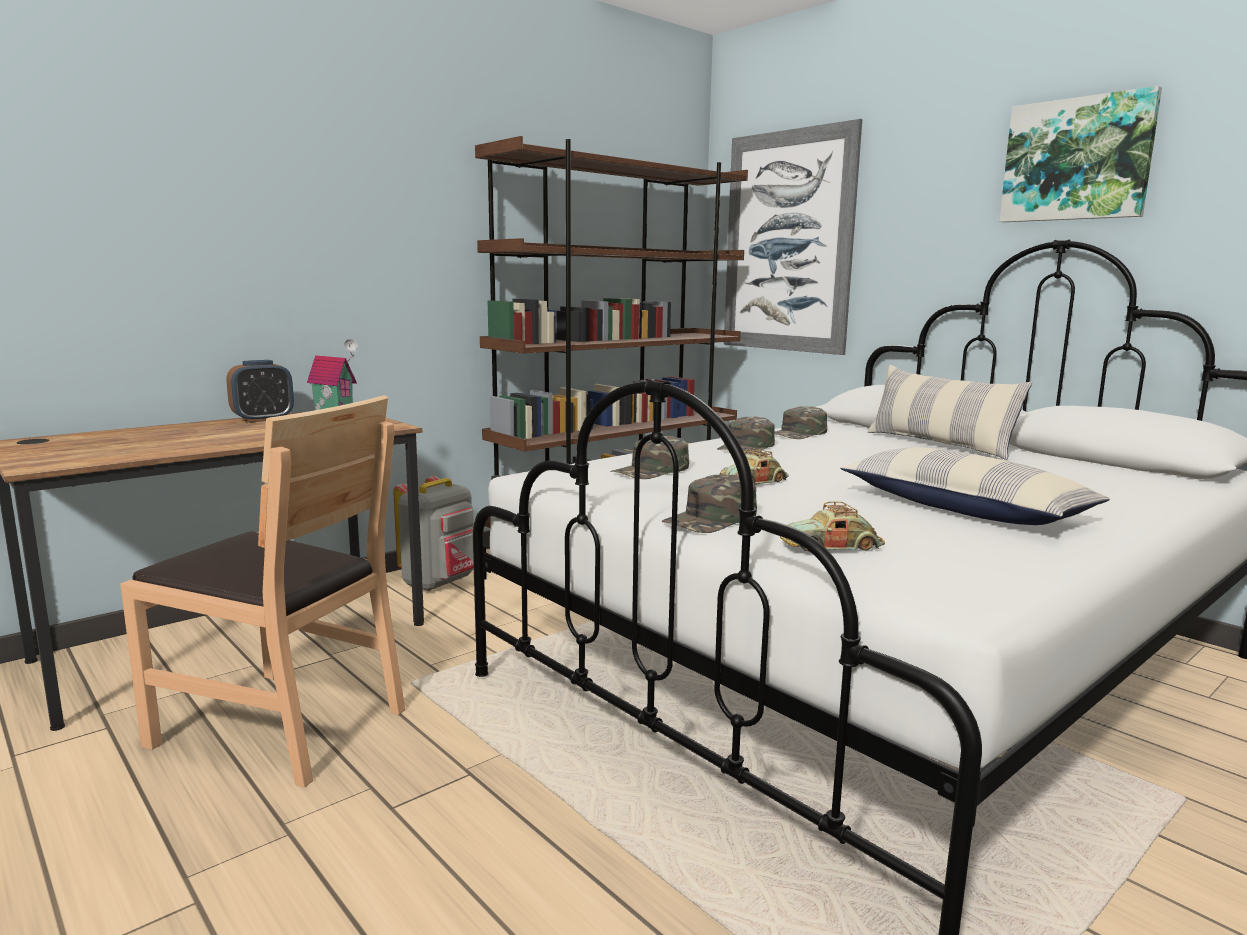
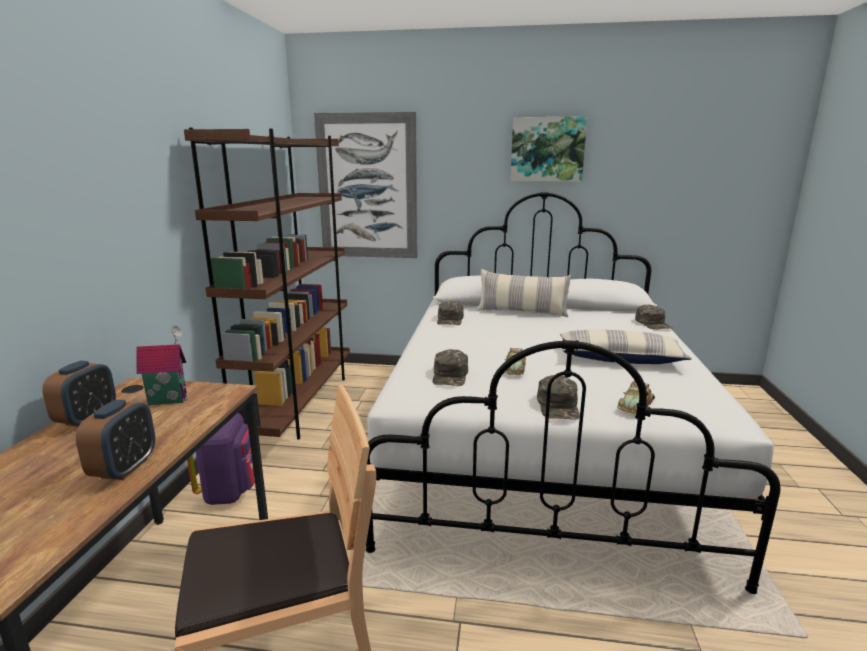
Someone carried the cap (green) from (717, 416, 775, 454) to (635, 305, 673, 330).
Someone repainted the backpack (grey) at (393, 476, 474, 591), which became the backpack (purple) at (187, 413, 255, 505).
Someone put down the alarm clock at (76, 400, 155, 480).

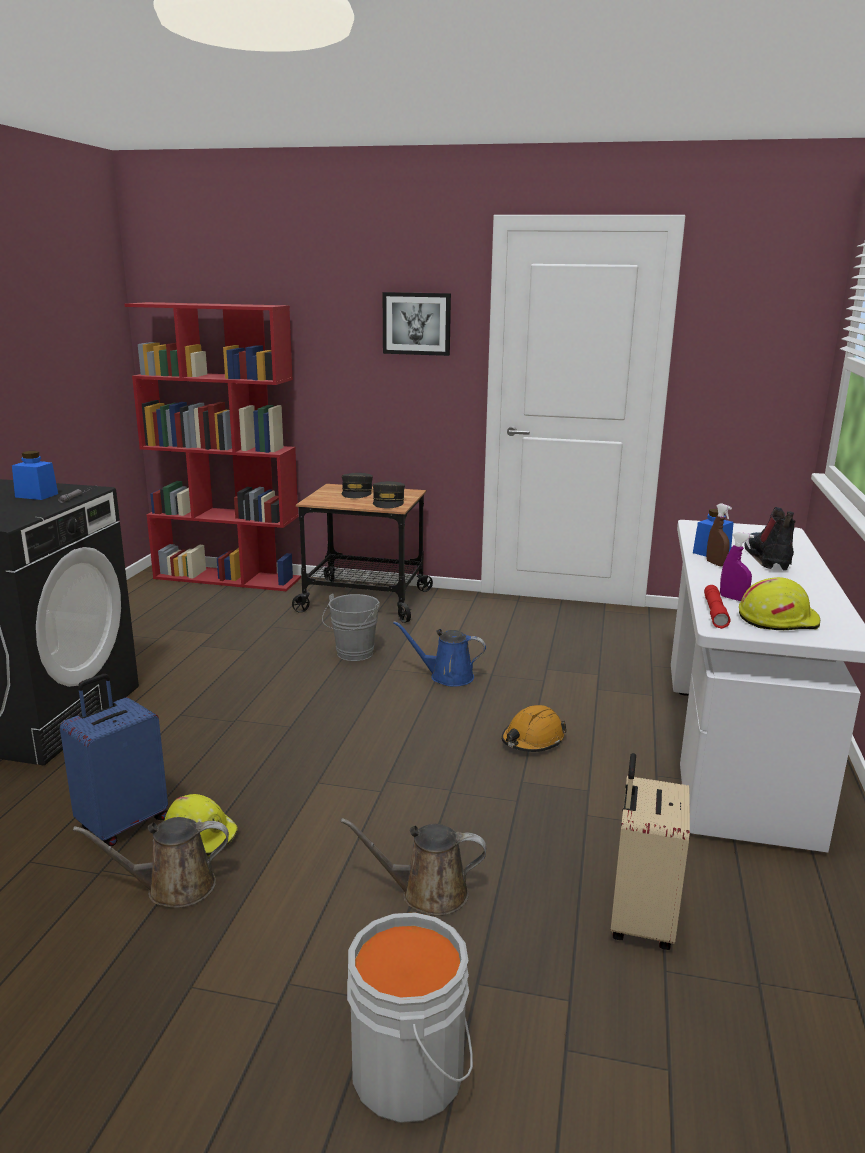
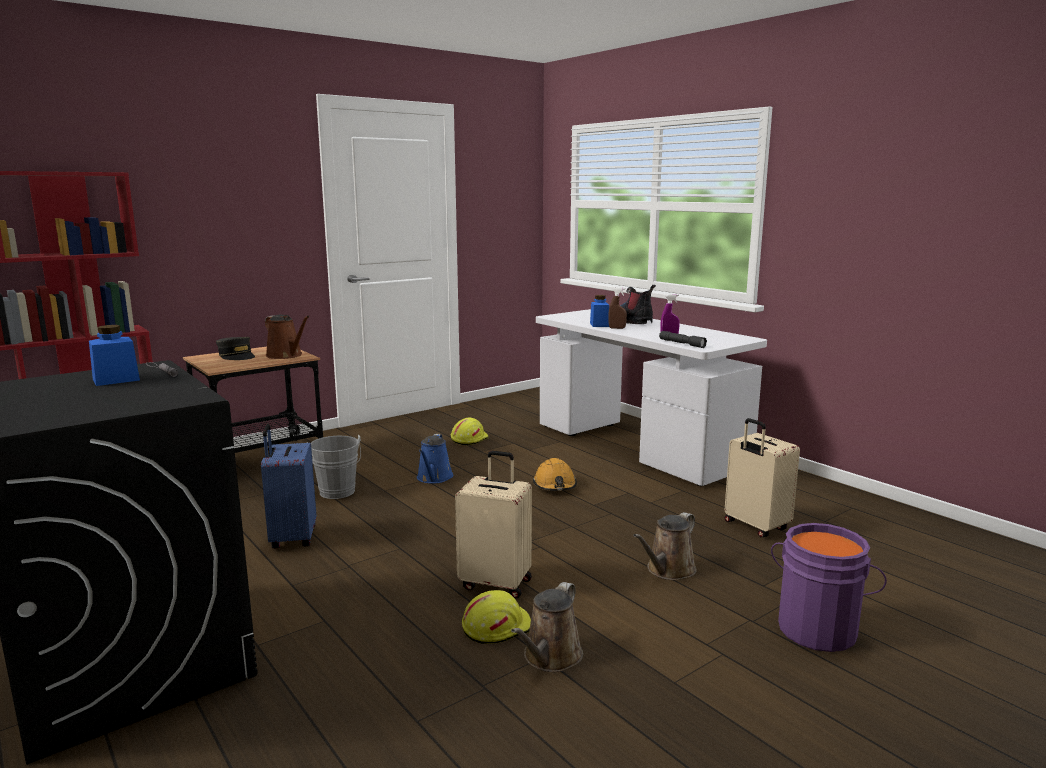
Someone took away the picture at (383, 292, 451, 356).
Someone swapped the cap (grey) at (373, 481, 405, 508) for the watering can (brown) at (265, 315, 310, 359).
Someone carried the hard hat (yellow) from (739, 577, 820, 630) to (451, 418, 489, 445).
Someone repainted the flashlight (red) at (704, 585, 731, 629), which became the flashlight (grey) at (659, 331, 707, 348).
Someone rotated the watering can (blue) at (393, 621, 486, 687) by 45 degrees counterclockwise.
Someone carried the suitcase (blue) from (60, 674, 168, 846) to (261, 424, 316, 549).
Someone repainted the bucket (grey) at (347, 912, 473, 1123), which became the bucket (purple) at (771, 523, 887, 652).
Someone put down the suitcase (beige) at (455, 451, 532, 598).

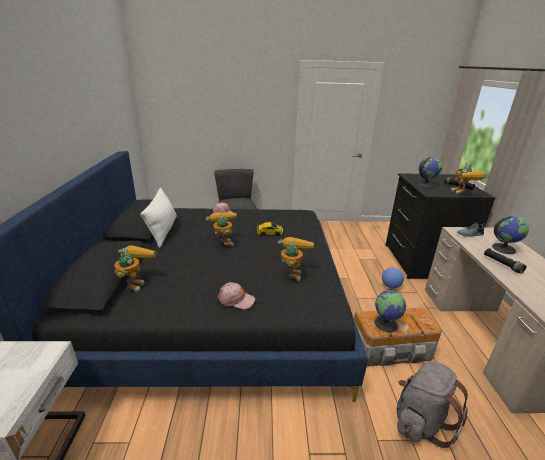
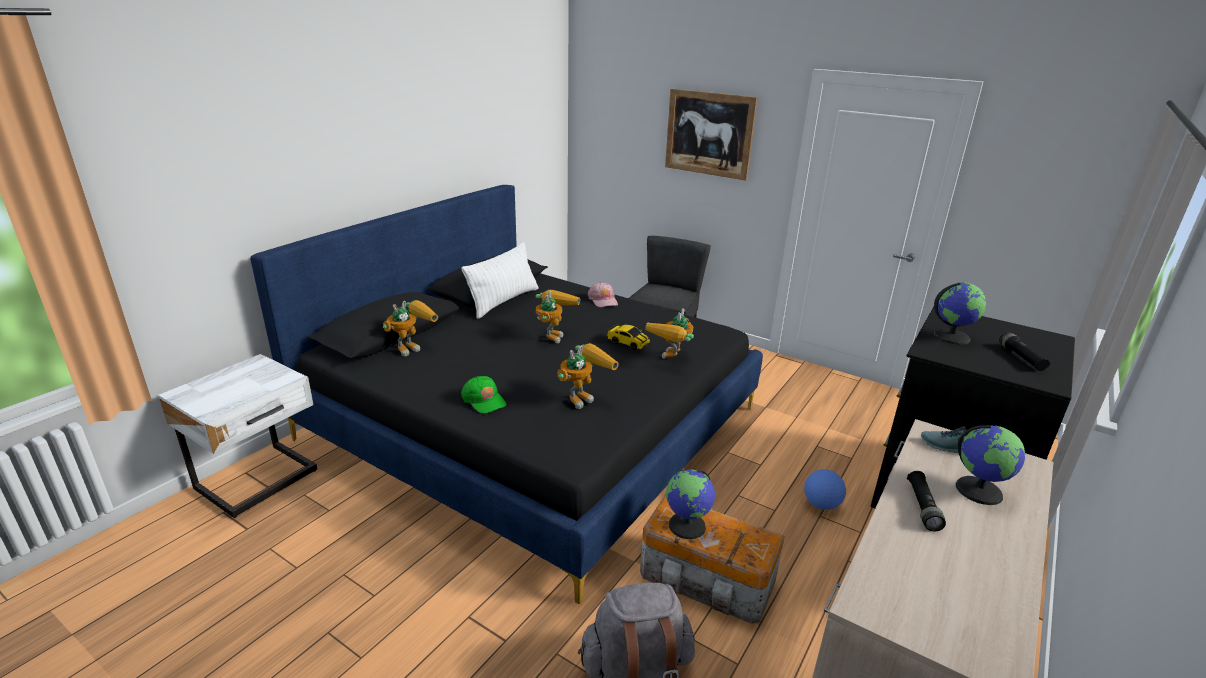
Someone carried the toy robot from (451, 162, 487, 194) to (645, 308, 694, 359).
Someone repainted the cap (pink) at (218, 282, 255, 309), which became the cap (green) at (461, 376, 506, 414).
Someone put up the picture at (665, 89, 758, 181).

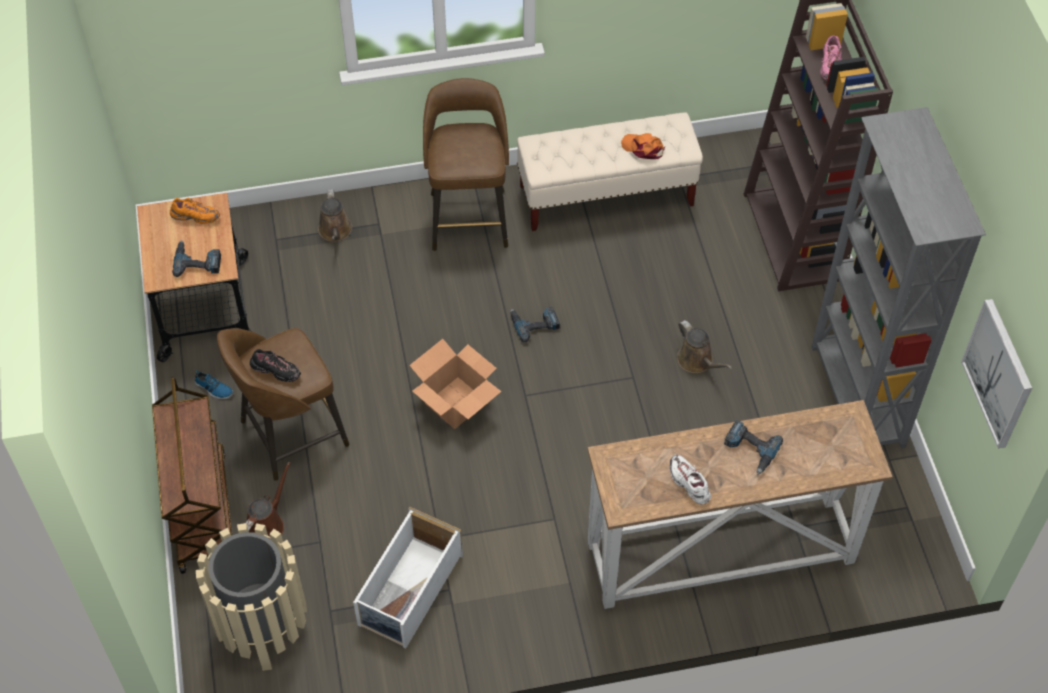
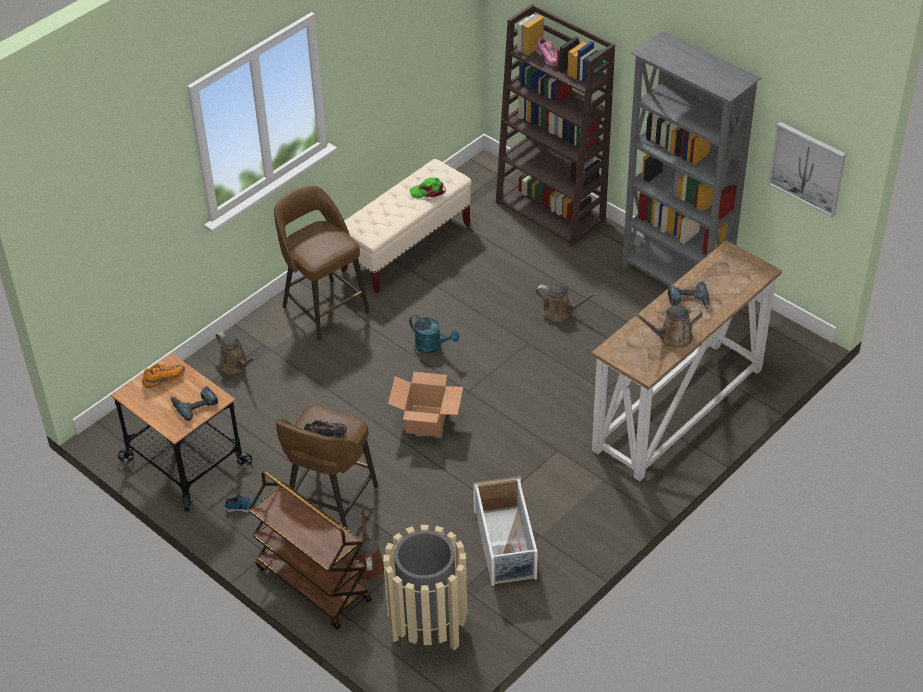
Someone repainted the cap (orange) at (621, 133, 665, 159), which became the cap (green) at (410, 177, 446, 199).
Someone swapped the power drill at (510, 307, 560, 343) for the watering can (turquoise) at (409, 315, 459, 354).
Someone swapped the shoe (white) at (670, 454, 711, 505) for the watering can (brown) at (633, 305, 703, 348).

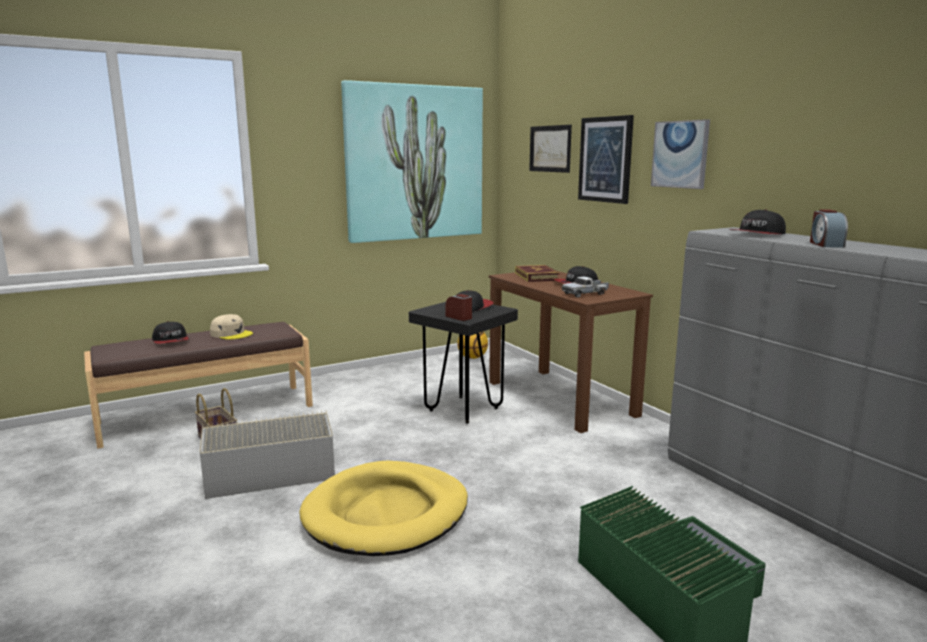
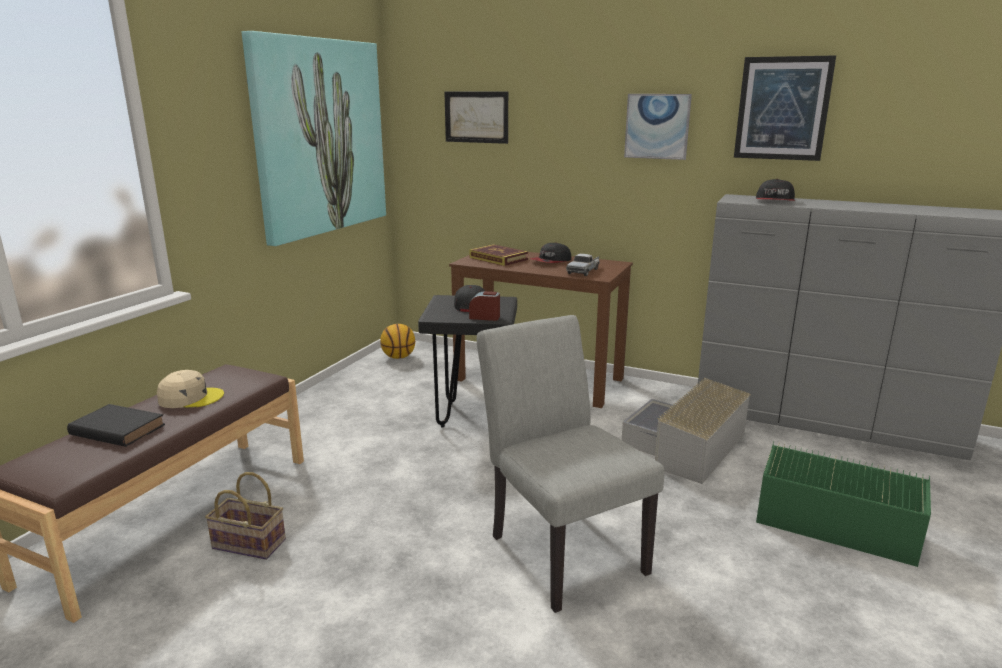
Someone carried the picture from (578, 115, 634, 204) to (734, 55, 836, 161).
Someone took away the alarm clock at (810, 209, 848, 248).
Someone swapped the cap at (152, 321, 189, 344) for the book (black) at (67, 404, 165, 447).
Someone carried the storage box (grey) from (200, 410, 335, 499) to (622, 378, 751, 484).
Someone swapped the dog bed (yellow) at (299, 461, 468, 556) for the chair (grey) at (477, 315, 664, 613).

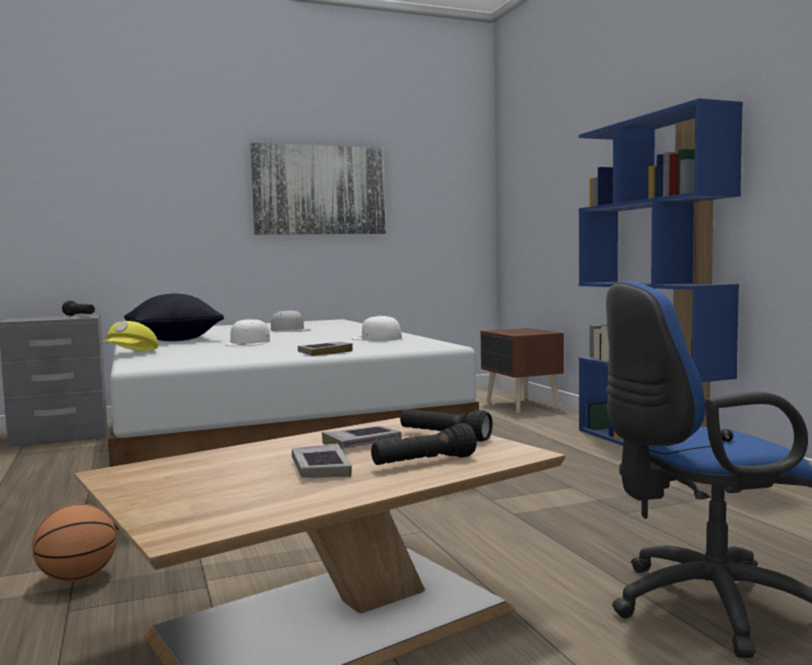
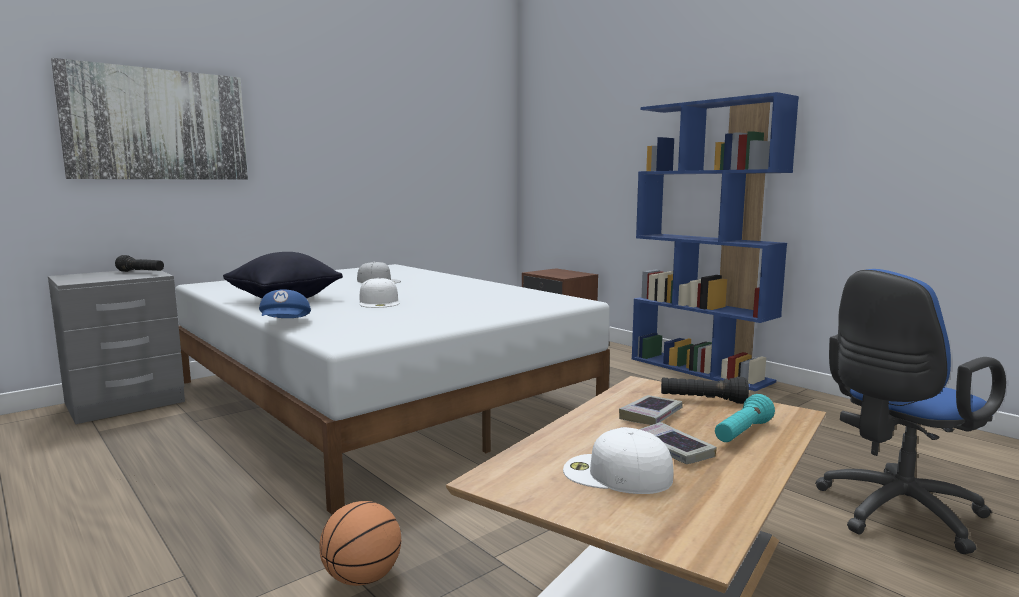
Someone carried the picture from (251, 143, 386, 235) to (51, 58, 248, 180).
Someone carried the cap (white) from (351, 315, 402, 341) to (563, 427, 673, 494).
Someone repainted the cap (yellow) at (102, 321, 158, 351), which became the cap (blue) at (259, 289, 311, 318).
Someone took away the book at (298, 342, 353, 356).
Someone repainted the flashlight (black) at (371, 423, 477, 465), which became the flashlight (turquoise) at (715, 394, 775, 442).

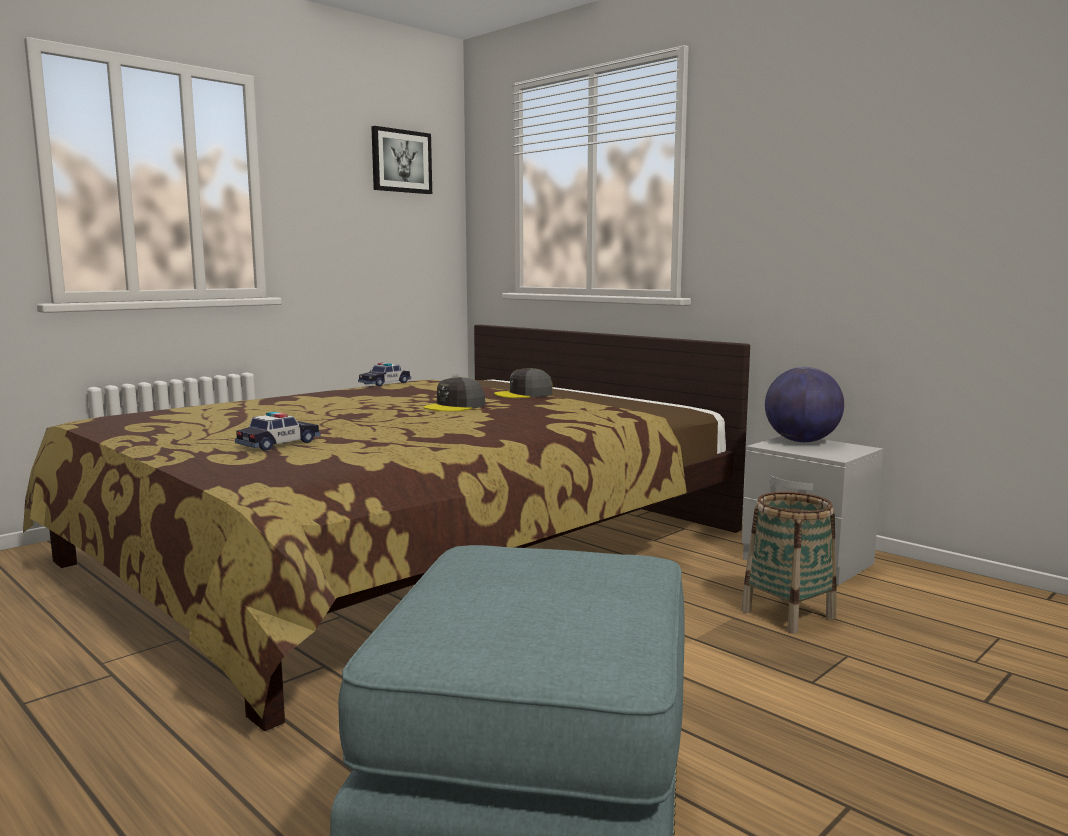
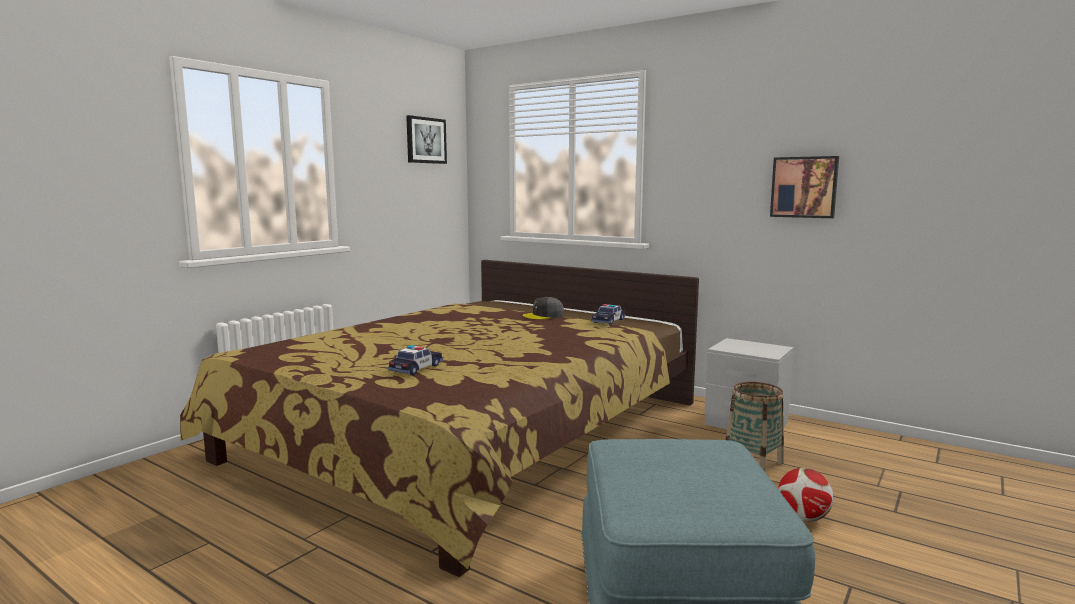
Someone carried the toy car from (358, 363, 411, 386) to (591, 304, 626, 325).
Someone took away the globe at (765, 367, 844, 442).
Someone took away the cap (grey) at (424, 377, 485, 412).
Someone put up the picture at (770, 156, 839, 218).
Someone put down the football at (778, 468, 833, 522).

